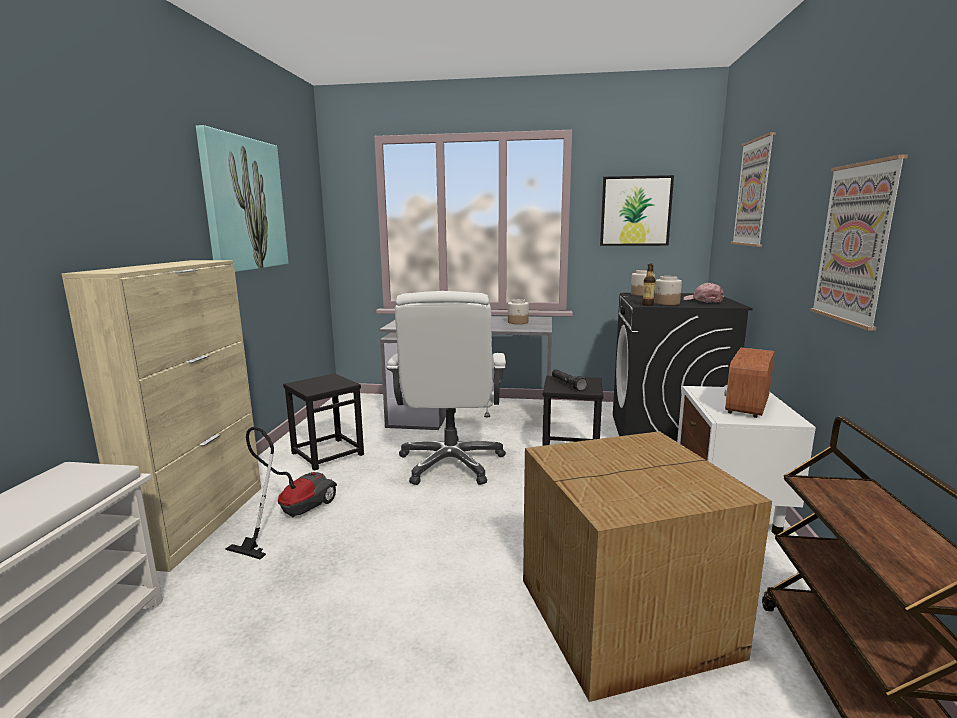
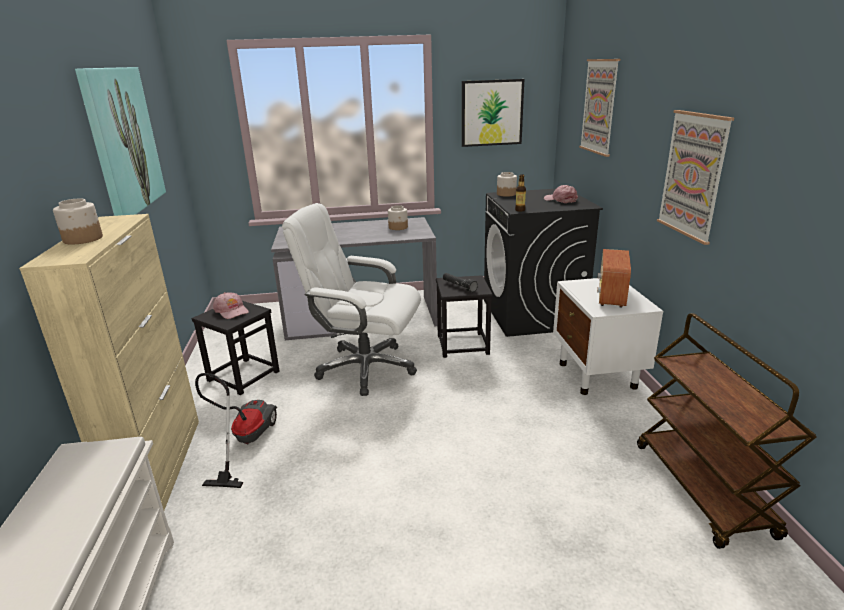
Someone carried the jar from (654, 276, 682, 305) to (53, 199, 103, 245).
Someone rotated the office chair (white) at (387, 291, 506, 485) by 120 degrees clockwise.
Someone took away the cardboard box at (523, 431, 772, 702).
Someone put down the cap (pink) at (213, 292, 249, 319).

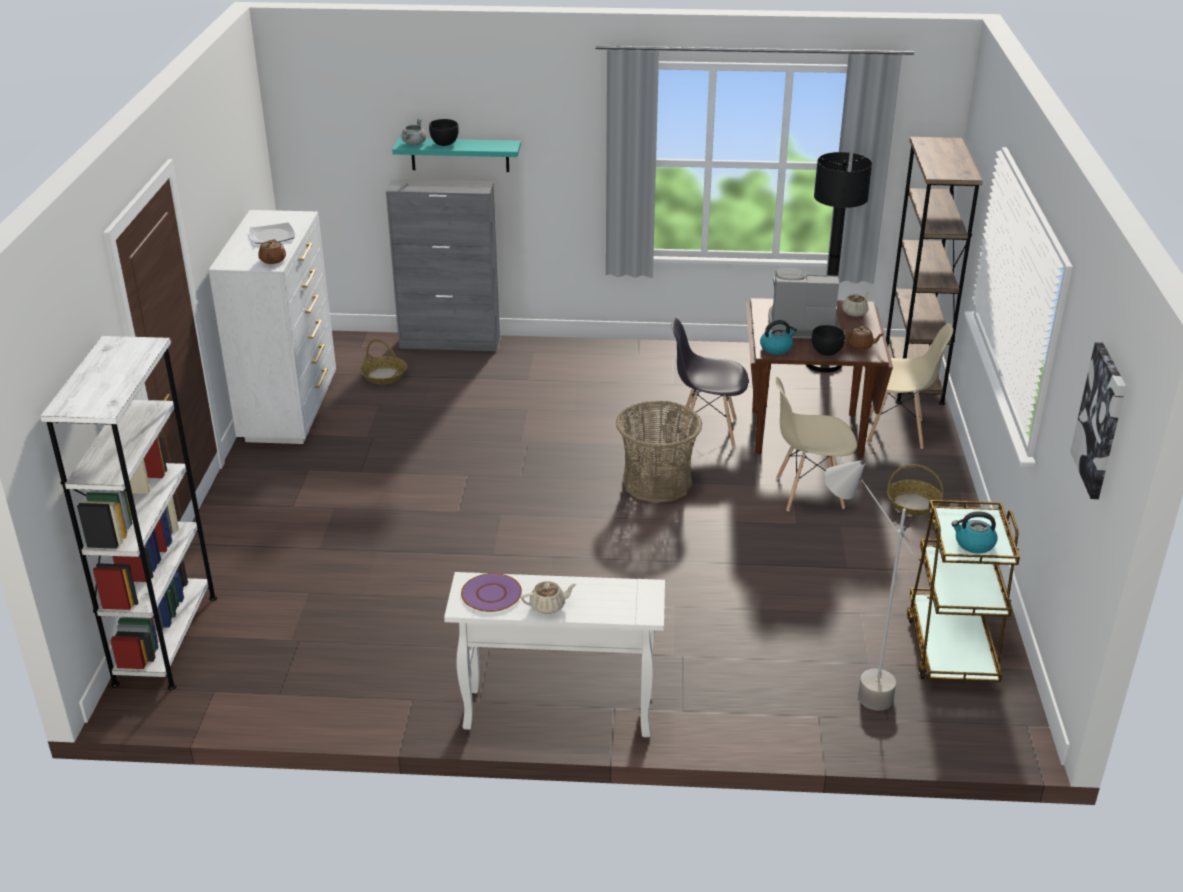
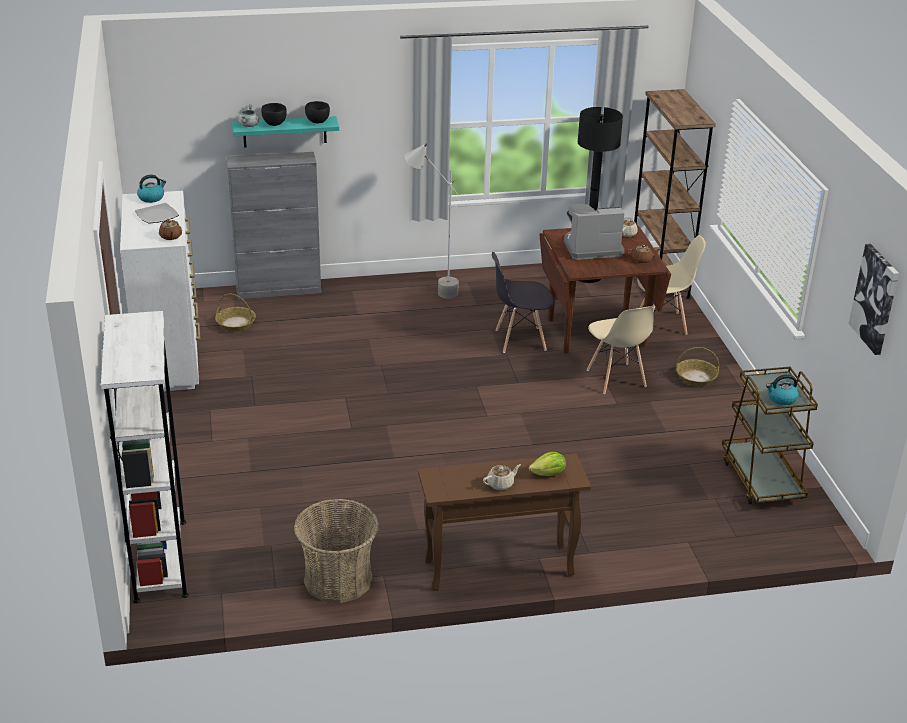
Someone carried the kettle from (760, 320, 797, 355) to (137, 175, 166, 203).
Someone carried the bowl (black) from (812, 325, 845, 356) to (305, 101, 330, 123).
Someone rotated the chair (beige) at (776, 377, 857, 511) by 90 degrees counterclockwise.
Someone carried the basket from (616, 401, 702, 503) to (294, 499, 379, 603).
Someone carried the floor lamp (grey) from (824, 460, 913, 711) to (405, 144, 458, 299).
Someone repainted the console table (white) at (444, 572, 665, 737), which became the console table (brown) at (418, 454, 591, 591).
Someone took away the plate (purple) at (461, 573, 522, 612).
Someone put down the lettuce at (529, 452, 566, 476).

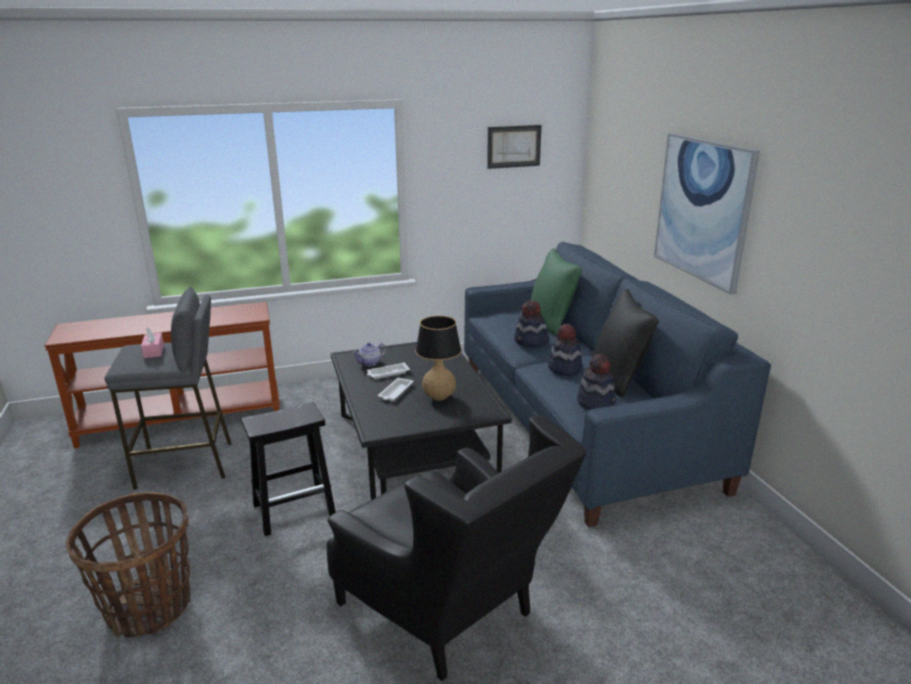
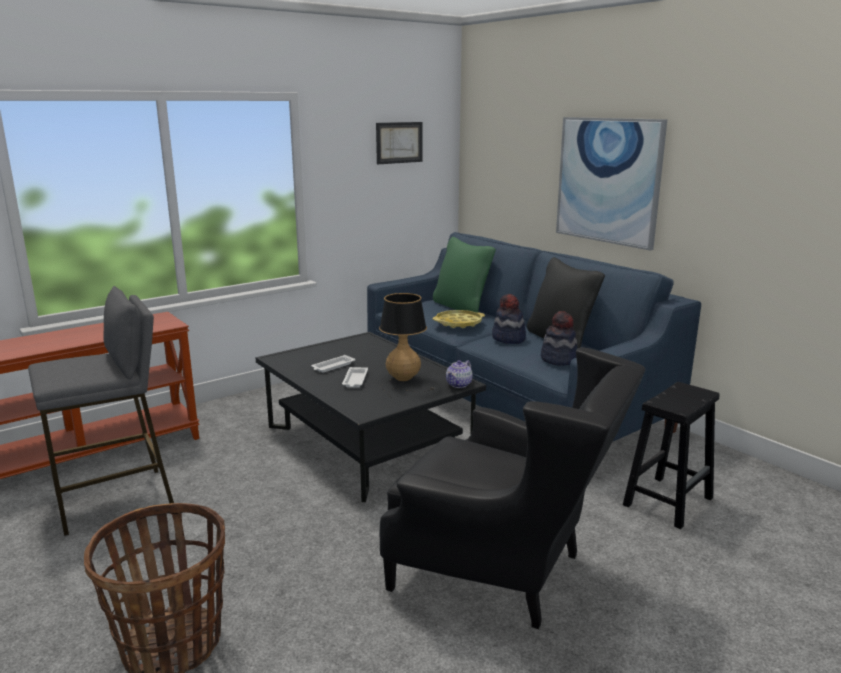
Someone swapped the hat at (514, 301, 549, 347) for the tray (yellow) at (433, 310, 485, 328).
Someone took away the tissue box (pink) at (141, 327, 164, 358).
Someone carried the teapot from (352, 342, 386, 366) to (446, 360, 472, 388).
Someone carried the stool (black) from (241, 402, 335, 536) to (623, 382, 720, 529).

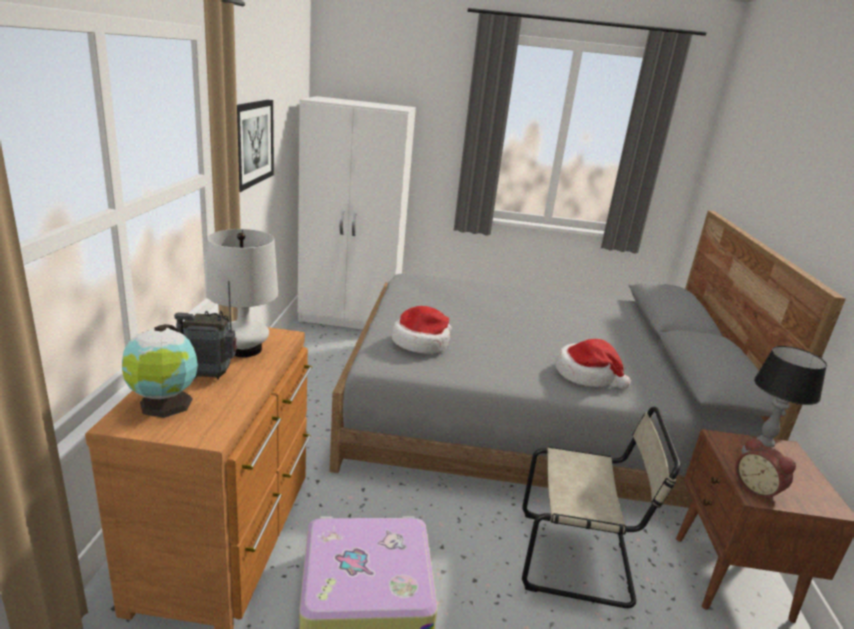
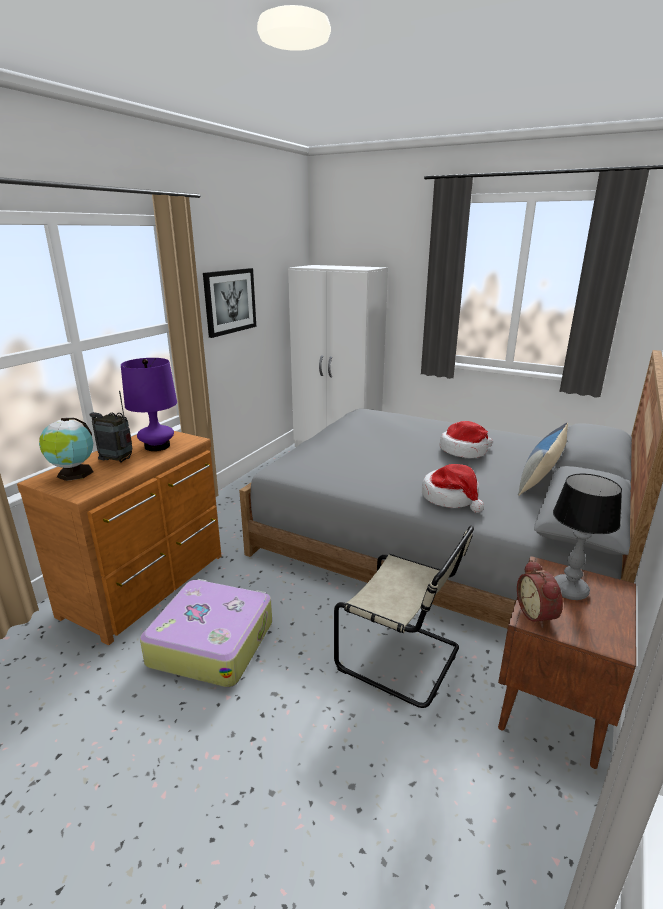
Someone repainted the table lamp (white) at (207, 229, 278, 357), which became the table lamp (purple) at (121, 358, 177, 451).
Someone carried the hat from (392, 306, 452, 354) to (439, 421, 493, 458).
Someone put down the pillow at (518, 423, 568, 496).

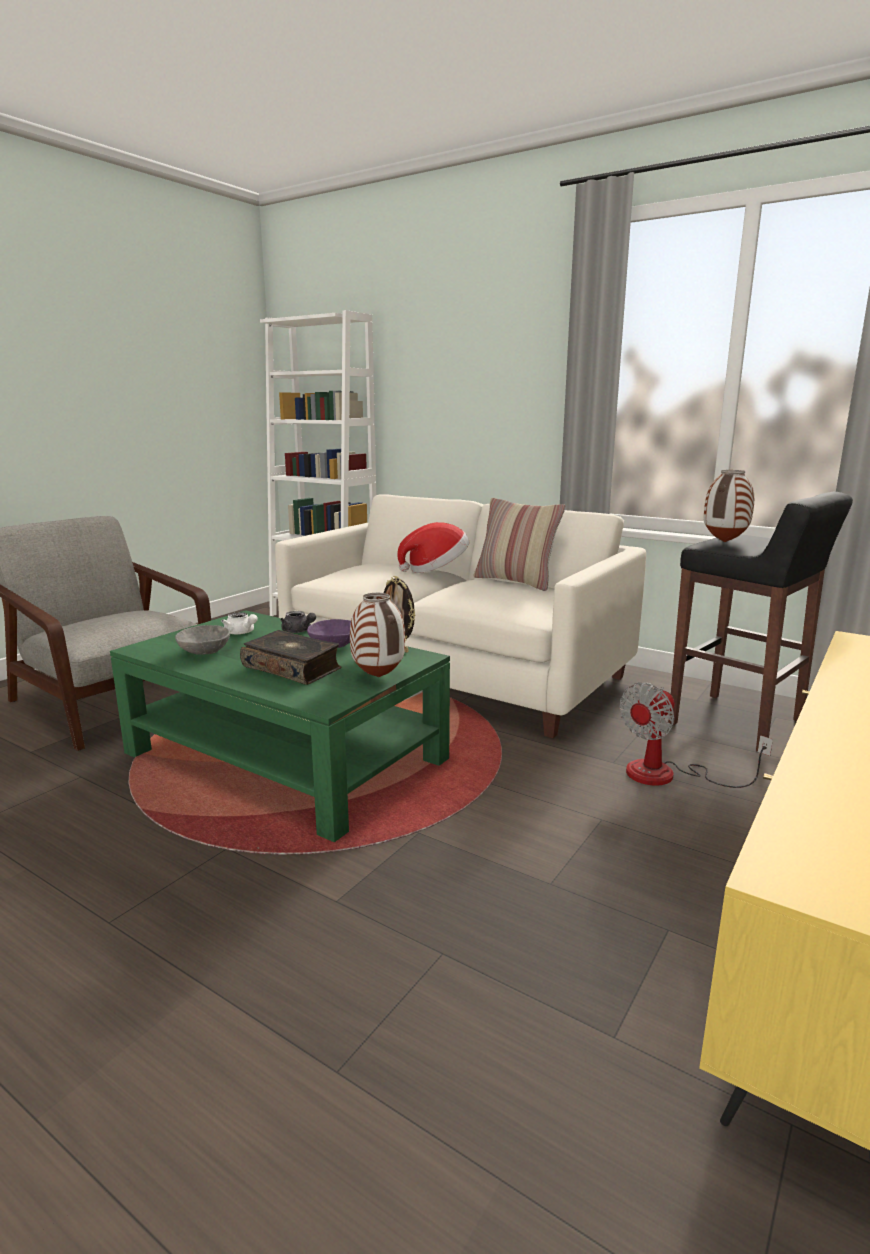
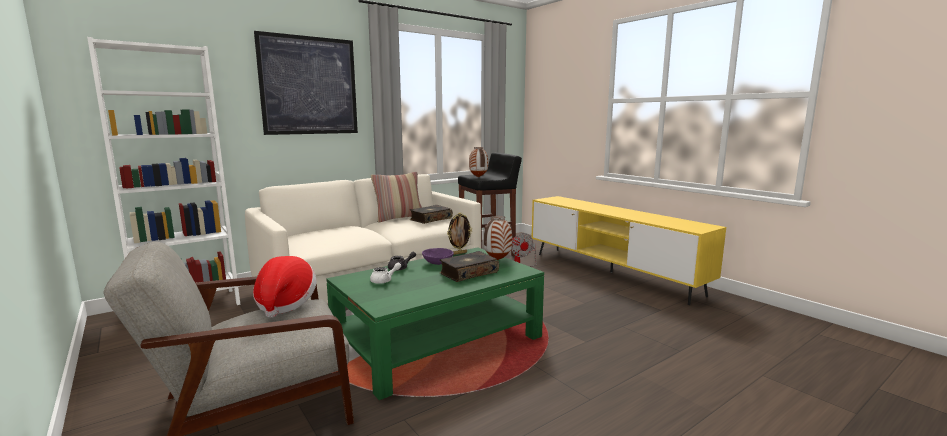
Someone carried the hat from (398, 522, 469, 573) to (253, 256, 316, 318).
Someone took away the bowl (grey) at (175, 625, 230, 655).
Someone put up the picture at (254, 31, 358, 135).
Someone put down the book at (410, 205, 453, 224).

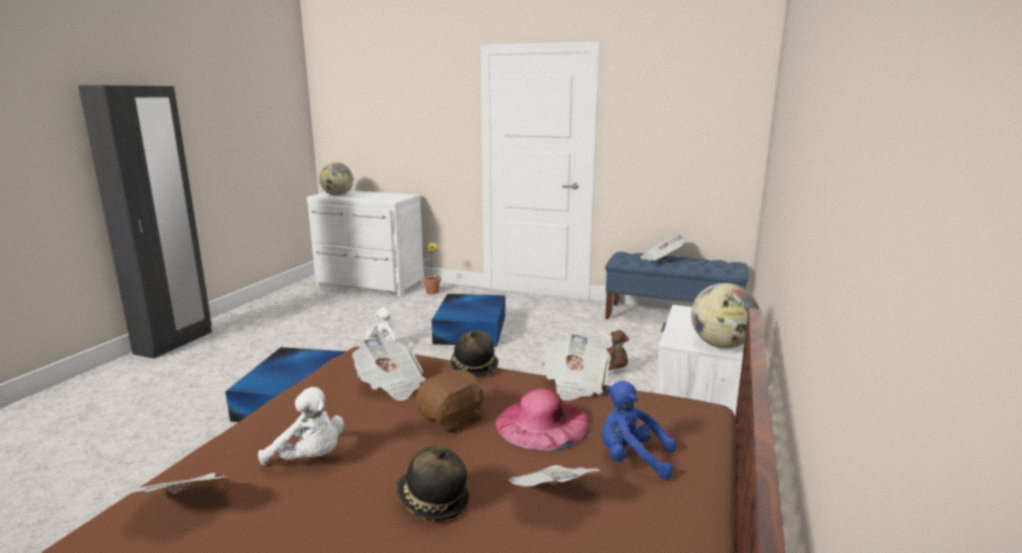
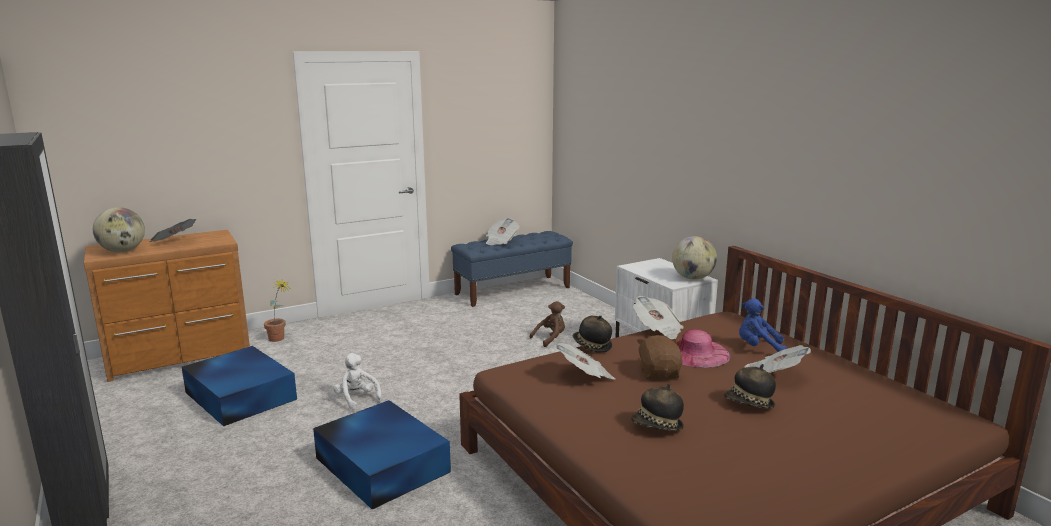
Someone repainted the dresser (white) at (307, 190, 424, 296), which became the dresser (brown) at (84, 230, 250, 382).
Someone carried the storage box (blue) from (432, 294, 505, 347) to (182, 346, 297, 426).
Someone rotated the plush toy (blue) at (601, 381, 676, 479) by 45 degrees clockwise.
Someone swapped the plush toy (white) at (258, 387, 344, 465) for the hat at (631, 384, 684, 431).
Someone carried the newspaper from (114, 473, 225, 496) to (149, 219, 197, 242).

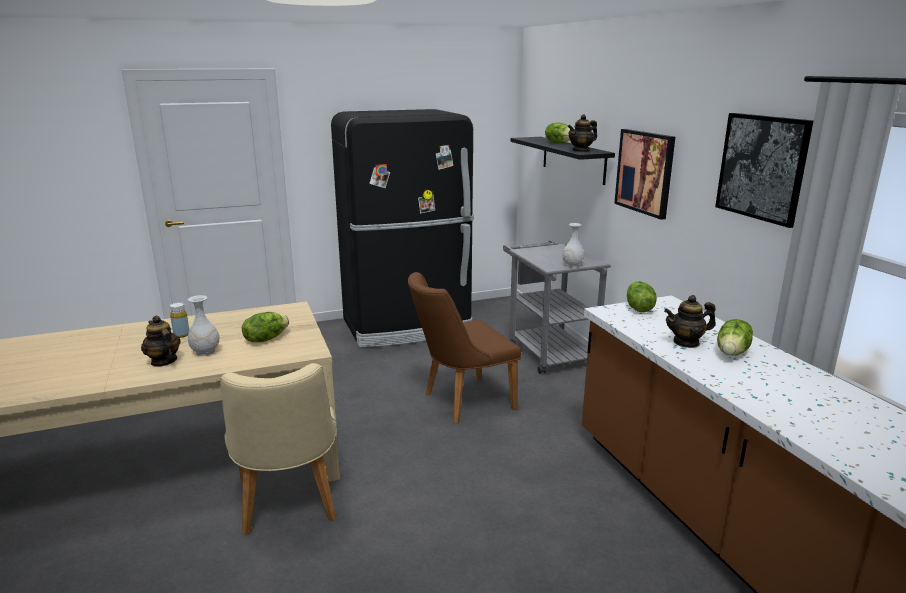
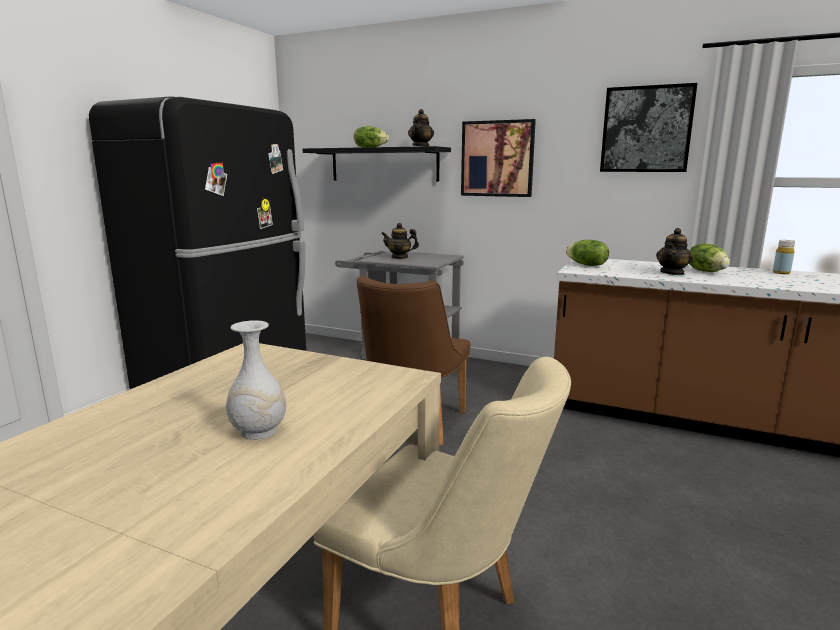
Someone took away the vase (white) at (562, 223, 584, 268).
Someone carried the bottle (yellow) from (170, 302, 189, 338) to (773, 240, 795, 274).
Someone took away the lettuce at (242, 312, 289, 343).
Someone carried the teapot from (141, 316, 181, 367) to (381, 223, 419, 259).

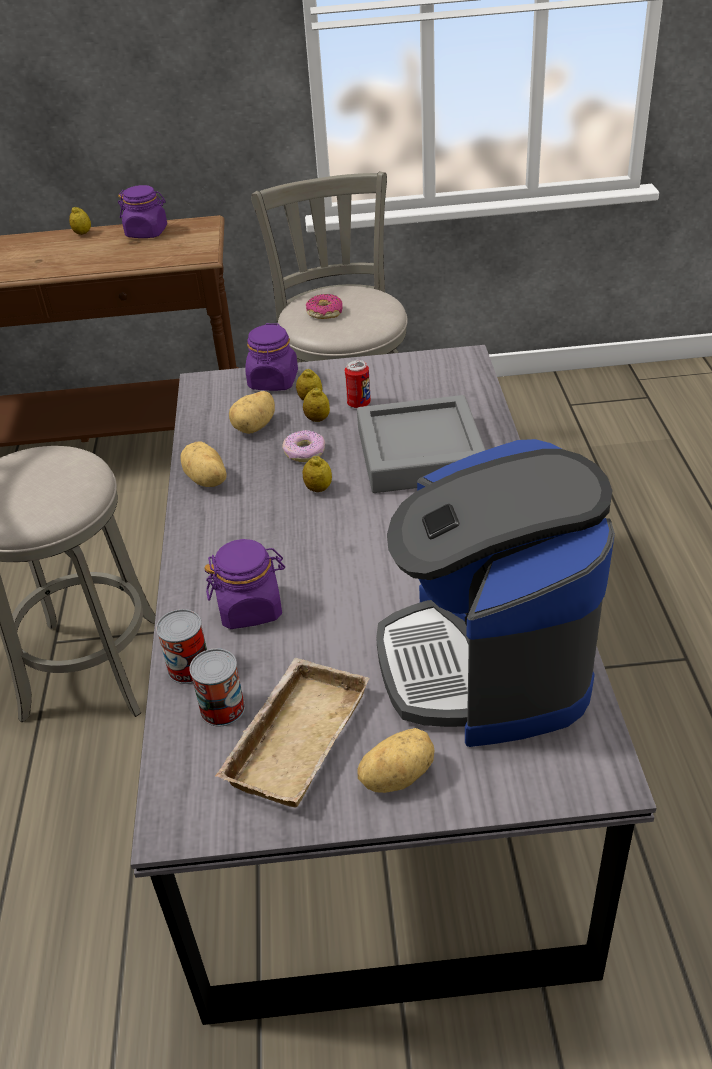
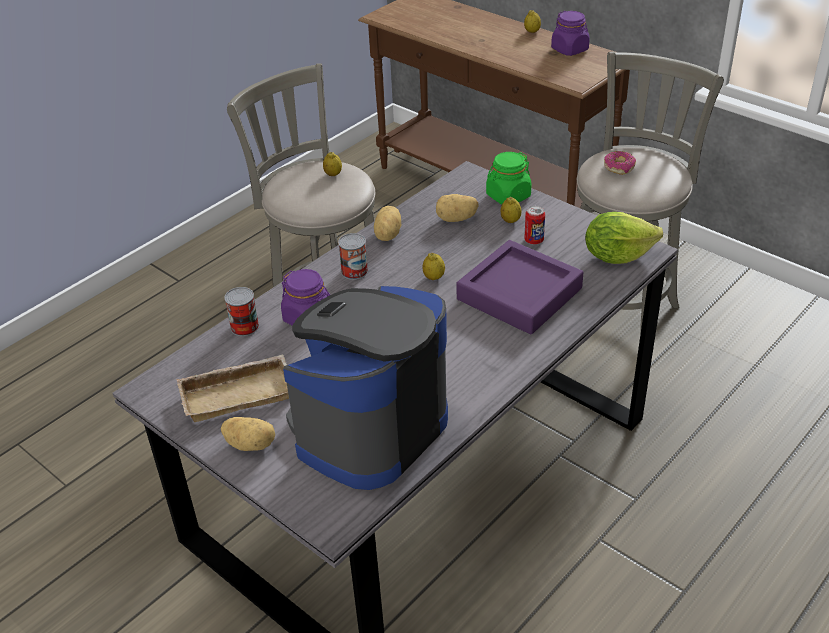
Someone repainted the jar (purple) at (245, 323, 298, 391), which became the jar (green) at (486, 152, 531, 204).
Someone carried the lemon from (303, 387, 330, 422) to (323, 152, 342, 176).
Someone repainted the tray (grey) at (357, 395, 485, 493), which became the tray (purple) at (456, 240, 583, 334).
Someone took away the donut at (282, 430, 325, 462).
Someone carried the can from (189, 648, 245, 726) to (338, 233, 368, 280).
Someone put down the lettuce at (585, 212, 663, 264).

